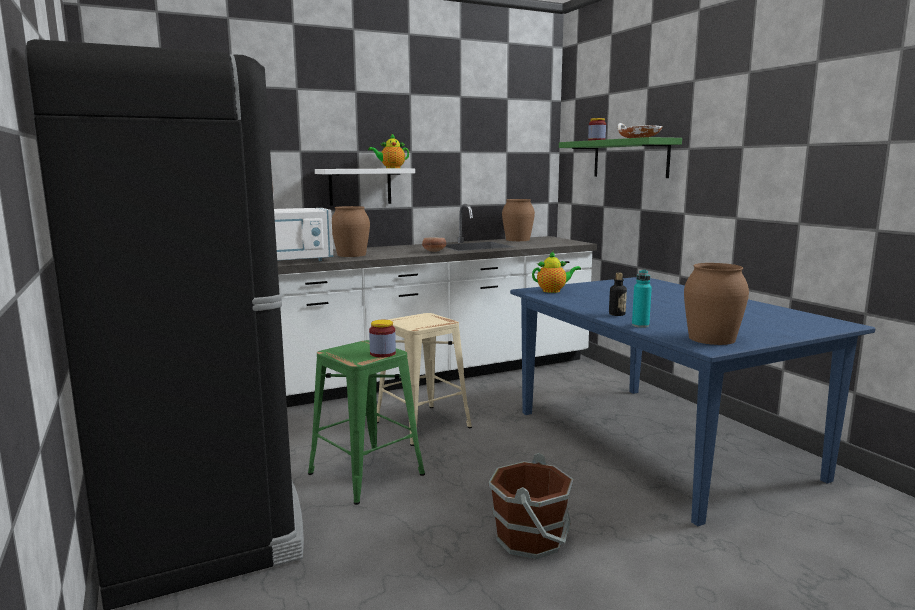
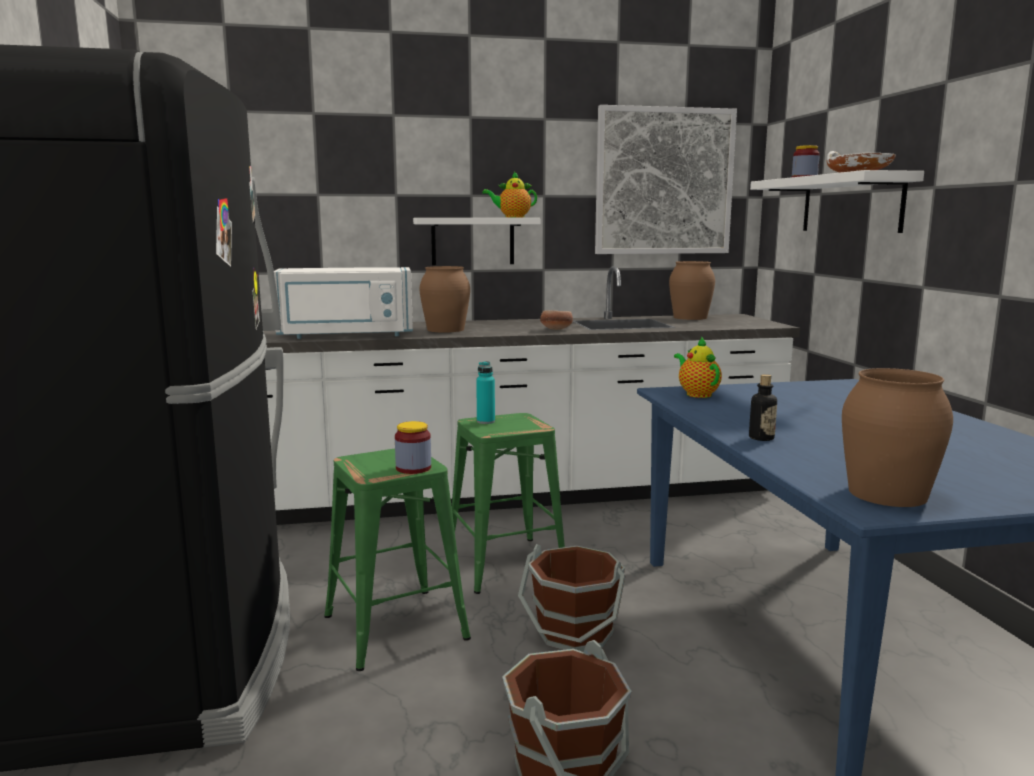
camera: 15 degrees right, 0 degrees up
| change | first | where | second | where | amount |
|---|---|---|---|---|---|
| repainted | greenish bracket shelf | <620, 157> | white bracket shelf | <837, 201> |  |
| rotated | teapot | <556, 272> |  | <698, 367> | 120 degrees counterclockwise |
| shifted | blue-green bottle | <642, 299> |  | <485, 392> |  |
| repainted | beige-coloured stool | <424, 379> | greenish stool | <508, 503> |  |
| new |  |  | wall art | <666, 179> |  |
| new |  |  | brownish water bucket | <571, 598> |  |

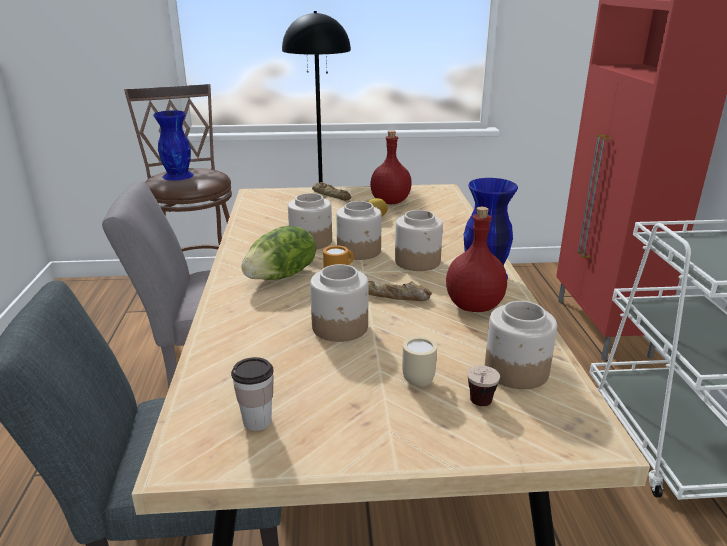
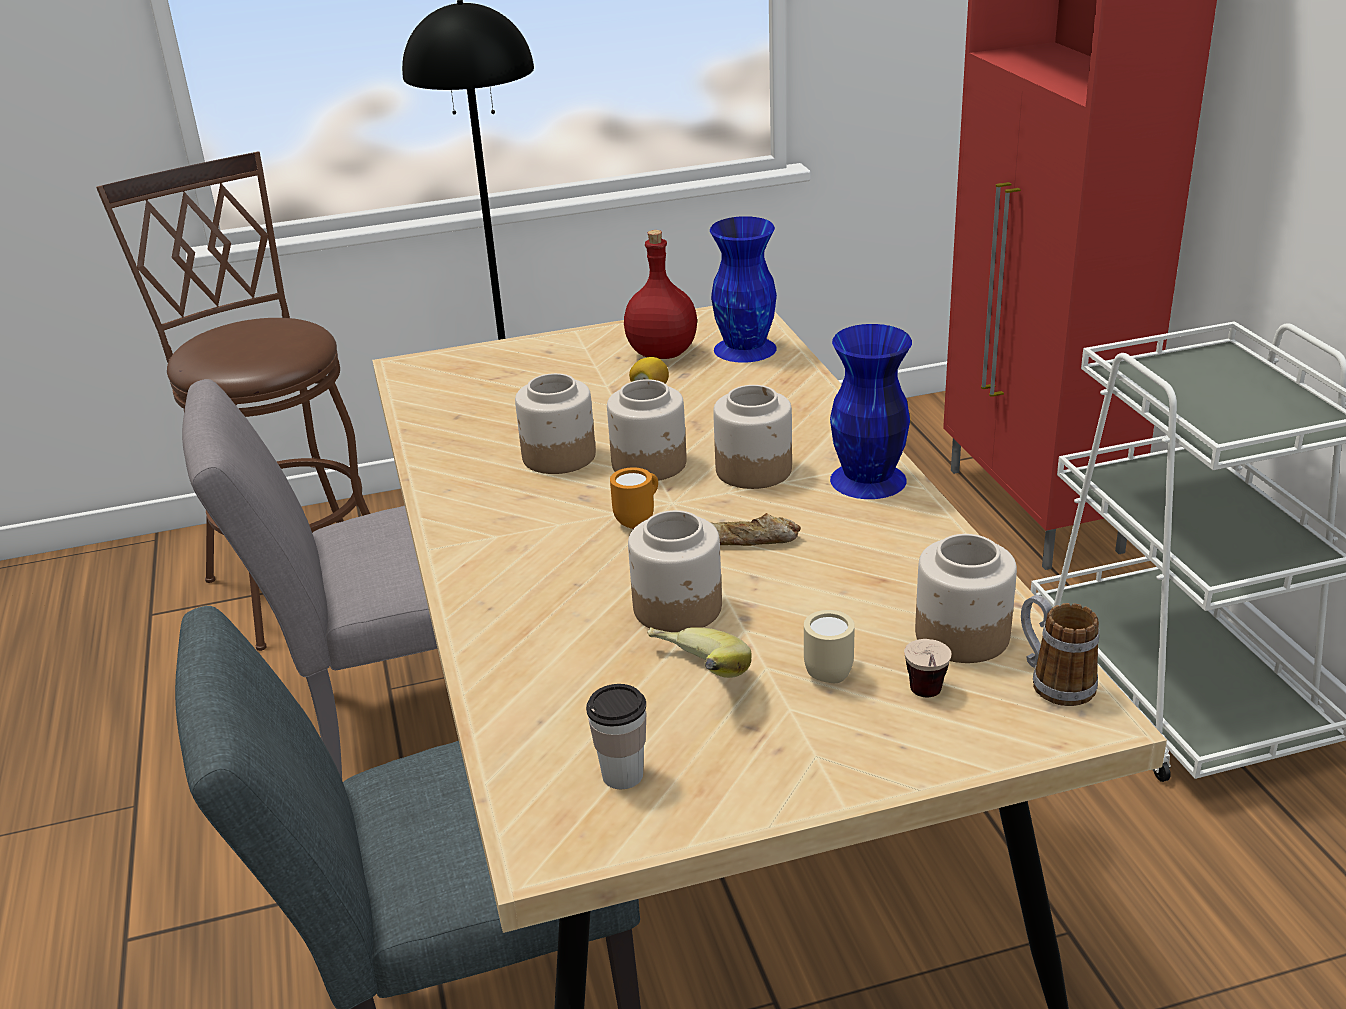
camera: 10 degrees left, 5 degrees up
| change | first | where | second | where | amount |
|---|---|---|---|---|---|
| shifted | bluish decorative vase | <173, 145> |  | <743, 289> |  |
| gone | baked bread | <331, 191> |  |  |  |
| gone | red bottle | <476, 259> |  |  |  |
| gone | lettuce head | <279, 253> |  |  |  |
| new |  |  | coffee mug | <1060, 650> |  |
| new |  |  | banana fruit | <699, 652> |  |

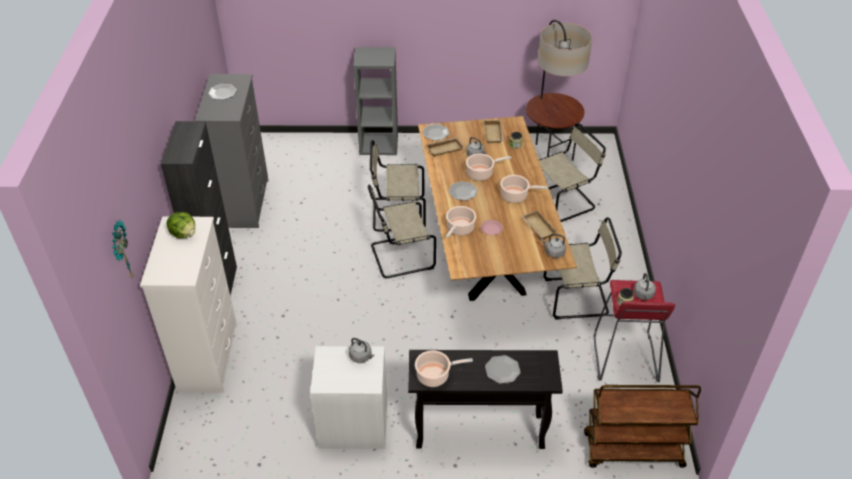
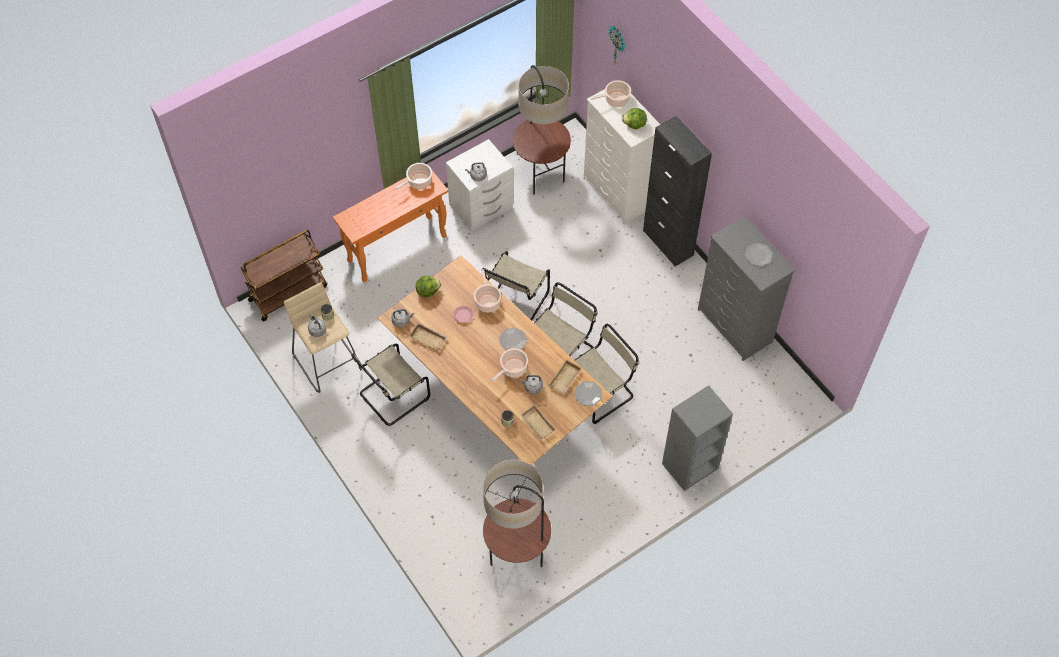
camera: 145 degrees right, 15 degrees up
| change | first | where | second | where | amount |
|---|---|---|---|---|---|
| shifted | beige-coloured chair | <572, 172> |  | <515, 286> |  |
| shifted | cooking pot | <524, 189> |  | <611, 93> |  |
| repainted | red stool | <634, 331> | beige-coloured stool | <323, 337> |  |
| repainted | blackish hall table | <485, 399> | orange hall table | <390, 226> |  |
| gone | dinner plate | <503, 369> |  |  |  |
| new |  |  | standing lamp | <542, 130> |  |
| new |  |  | lettuce head | <428, 286> |  |

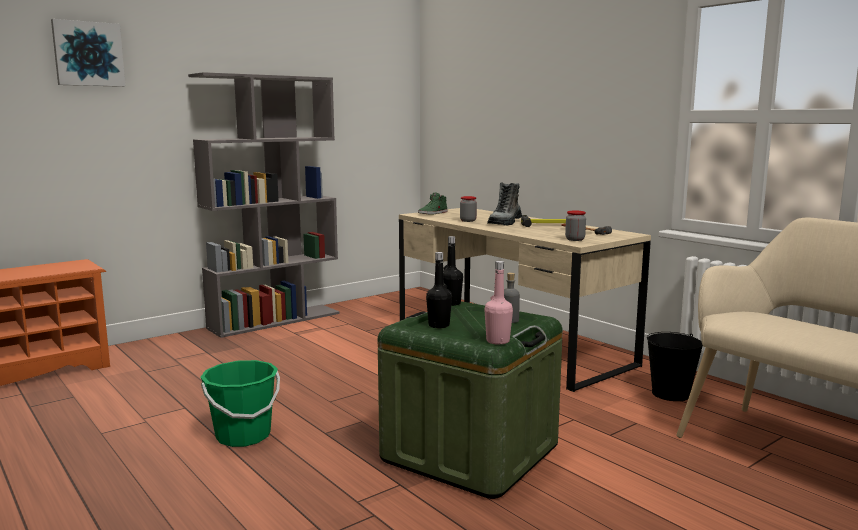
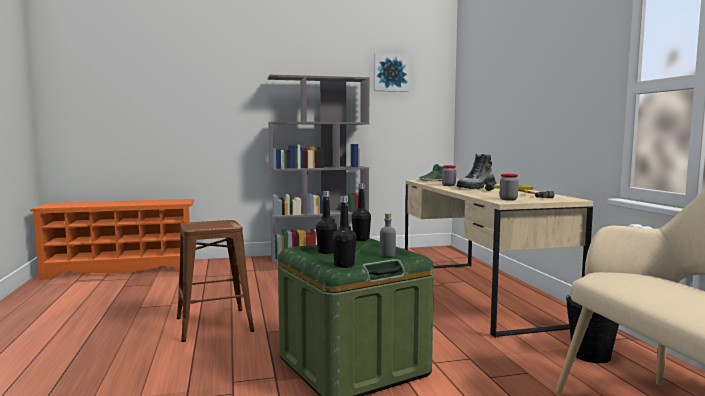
camera: 25 degrees right, 5 degrees down
| change | first | where | second | where | amount |
|---|---|---|---|---|---|
| shifted | wall art | <88, 53> |  | <392, 72> |  |
| repainted | pink bottle | <498, 303> | blackish bottle | <344, 232> |  |
| swapped | greenish water bucket | <240, 403> | brownish stool | <215, 281> |  |

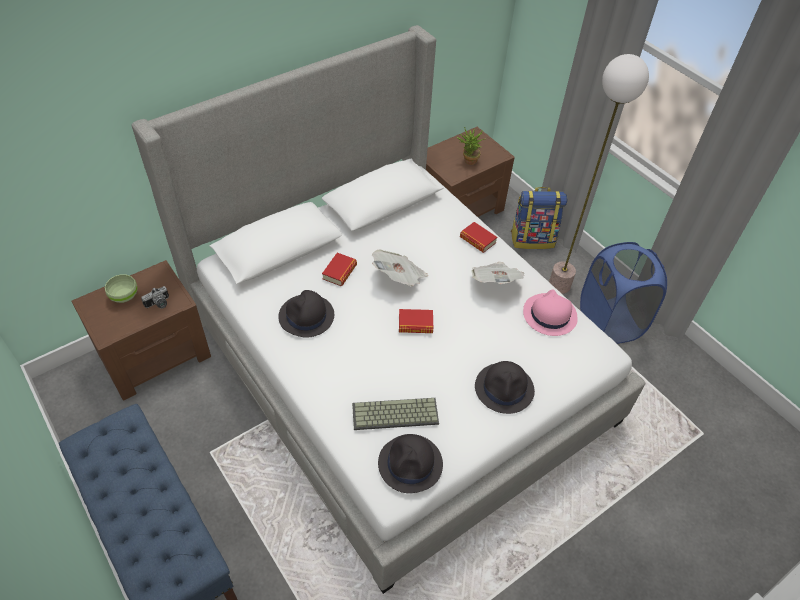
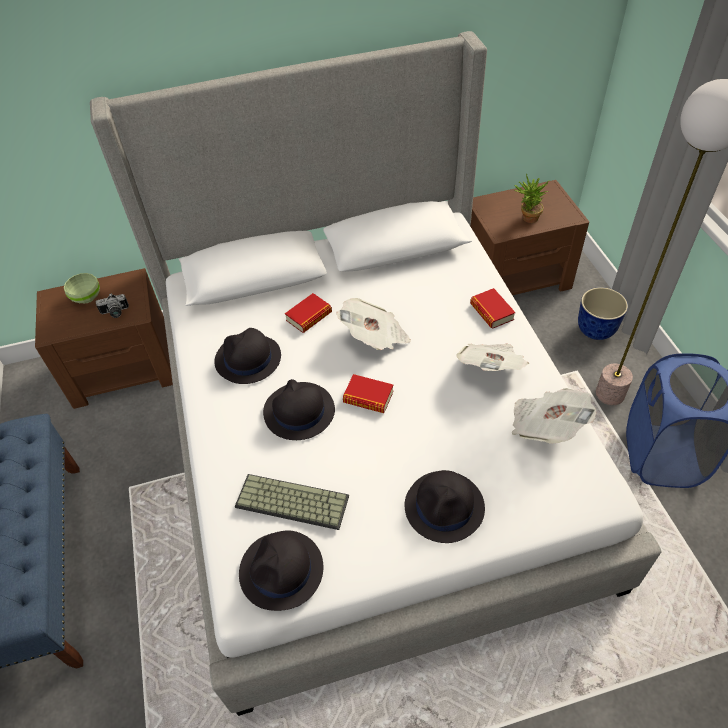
camera: 25 degrees right, 0 degrees up
| change | first | where | second | where | amount |
|---|---|---|---|---|---|
| swapped | knapsack | <539, 218> | plant pot | <603, 313> |  |
| swapped | pink wearable hat | <550, 313> | printed paper | <554, 415> |  |
| new |  |  | blackish wearable hat | <299, 409> |  |

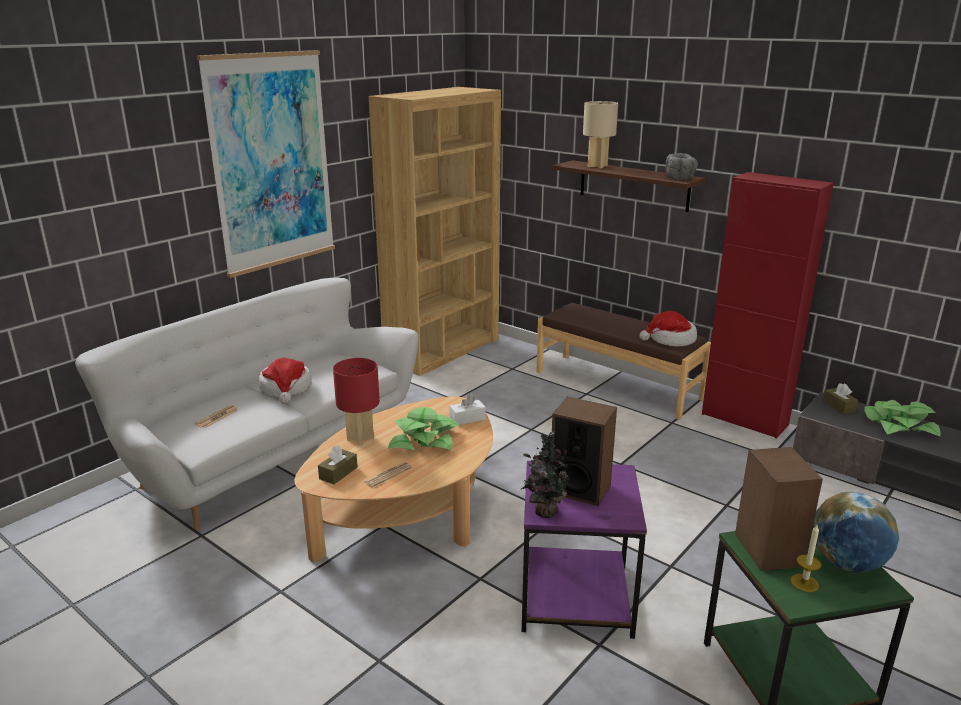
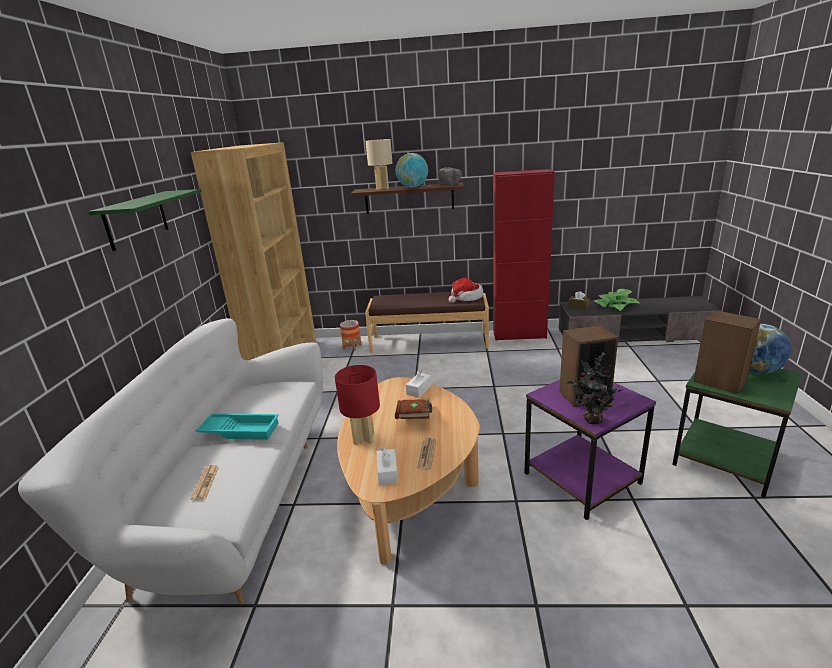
camera: 35 degrees left, 0 degrees up
| change | first | where | second | where | amount |
|---|---|---|---|---|---|
| swapped | wall art | <265, 164> | greenish bracket shelf | <145, 220> |  |
| swapped | wearable hat | <285, 381> | blue-green carrying tray | <237, 426> |  |
| swapped | potted plant | <424, 429> | brownish volume | <413, 408> |  |
| repainted | brownish tissue box | <338, 464> | white tissue box | <387, 466> |  |
| gone | wax light | <805, 558> |  |  |  |
| new |  |  | desk globe | <412, 170> |  |
| new |  |  | plant pot | <350, 335> |  |

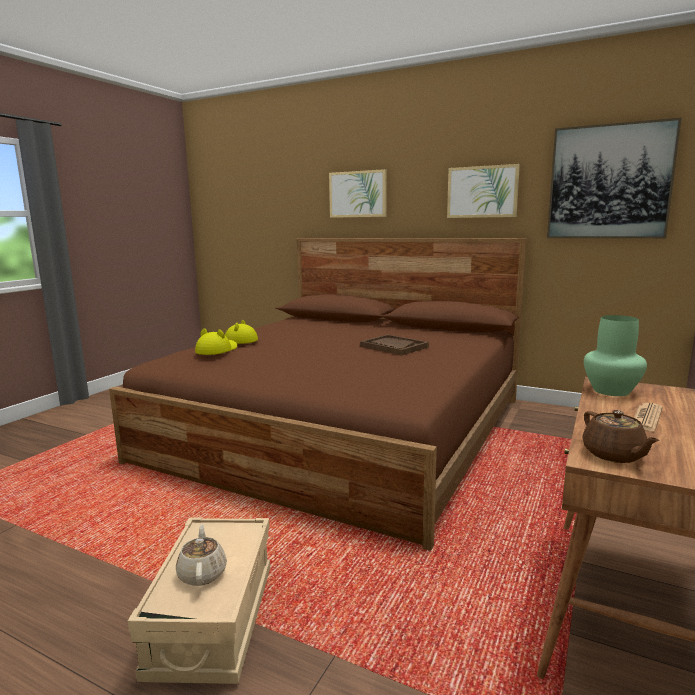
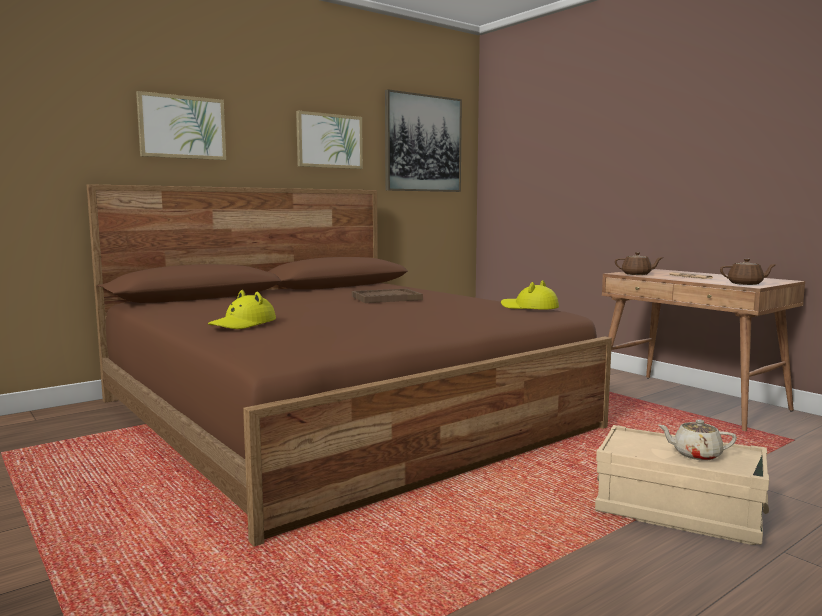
camera: 65 degrees left, 5 degrees down
| change | first | where | second | where | amount |
|---|---|---|---|---|---|
| swapped | greenish decorative vase | <615, 355> | brownish teapot | <639, 263> |  |
| shifted | yellowish wearable hat | <216, 341> |  | <530, 294> |  |

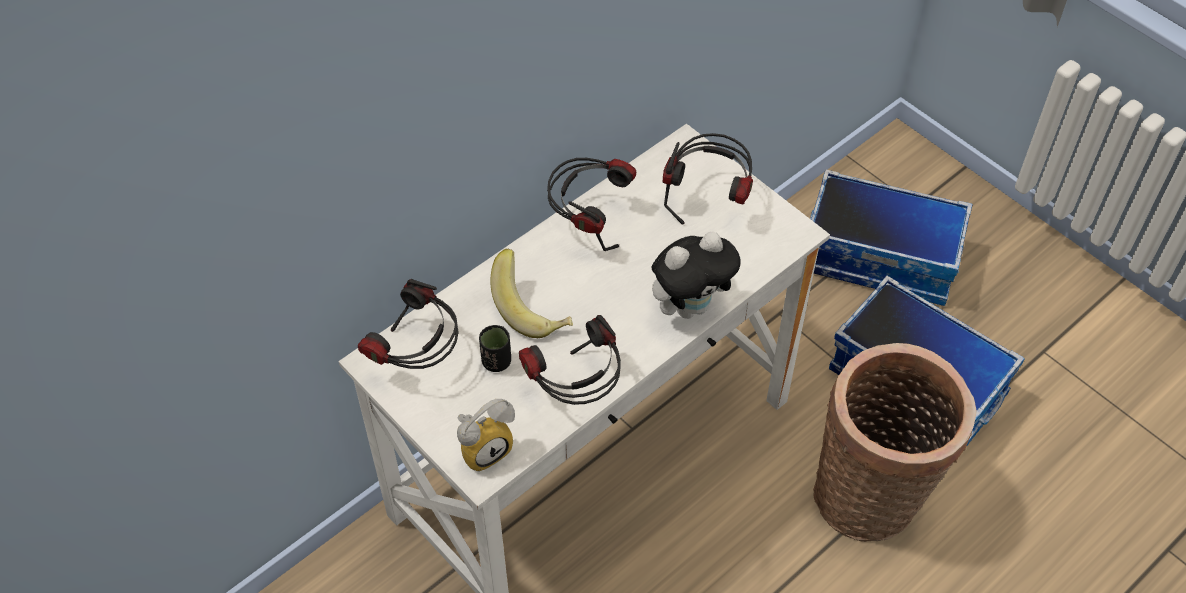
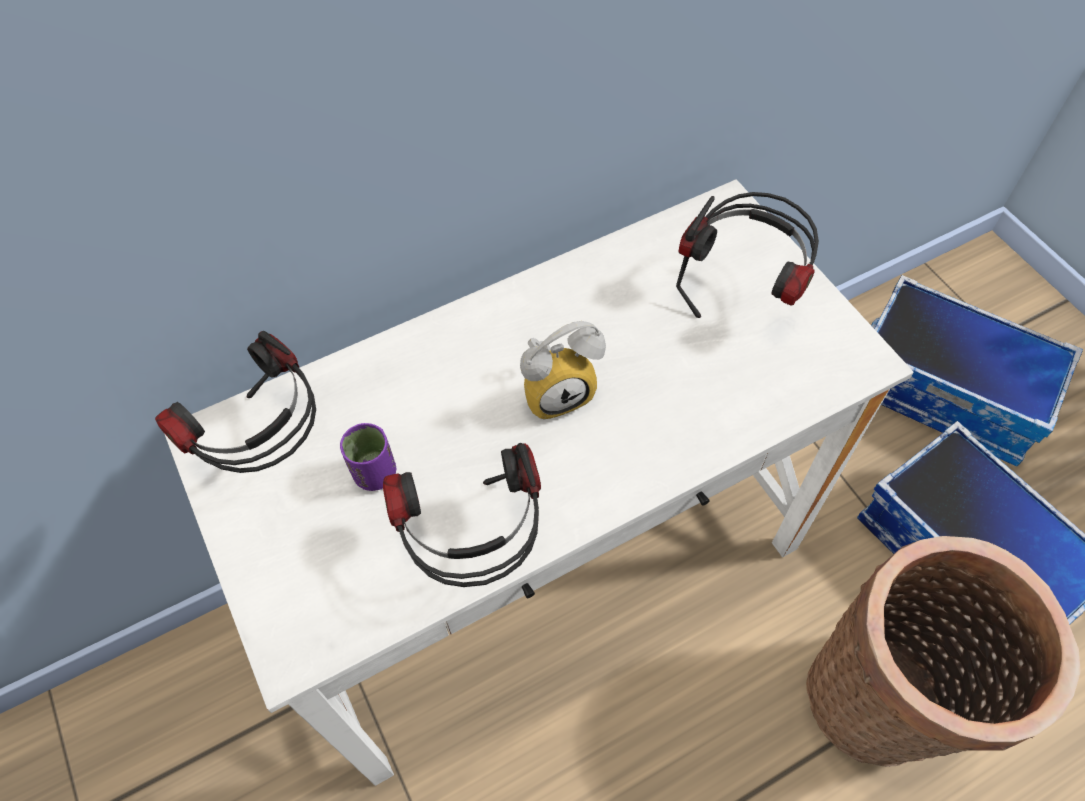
camera: 15 degrees right, 5 degrees up
| change | first | where | second | where | amount |
|---|---|---|---|---|---|
| gone | pair of headphones | <591, 204> |  |  |  |
| gone | soft toy | <696, 275> |  |  |  |
| gone | banana fruit | <531, 293> |  |  |  |
| repainted | blackish drinking cup | <495, 348> | purple-coloured drinking cup | <368, 457> |  |
| shifted | bedside clock | <486, 435> |  | <563, 370> |  |

